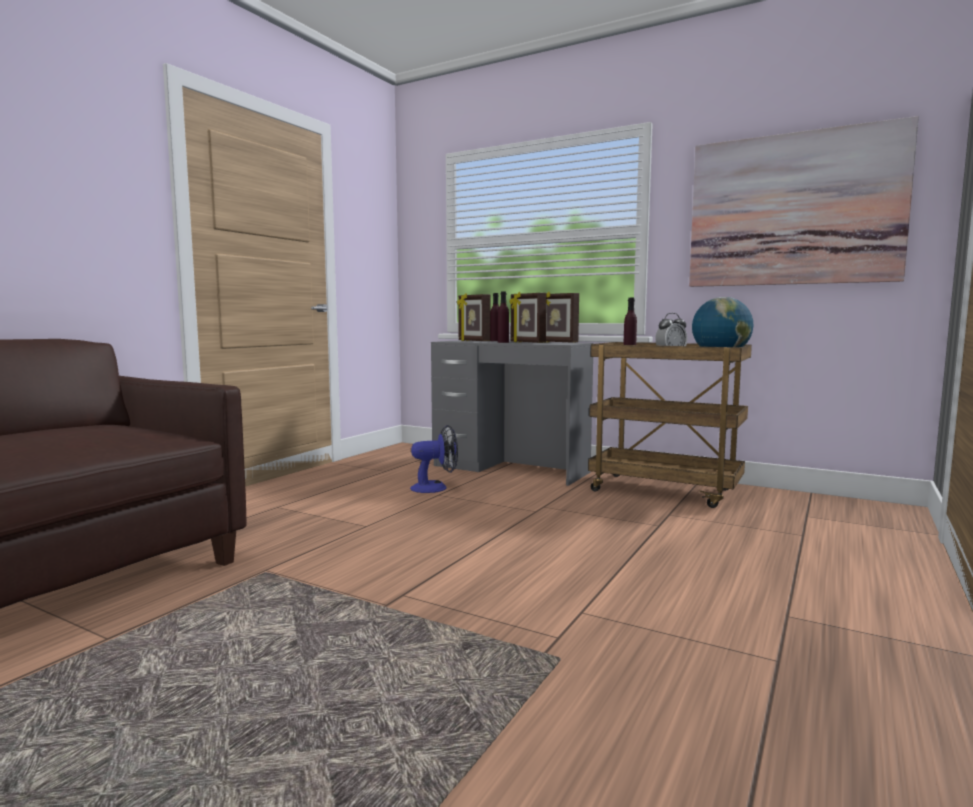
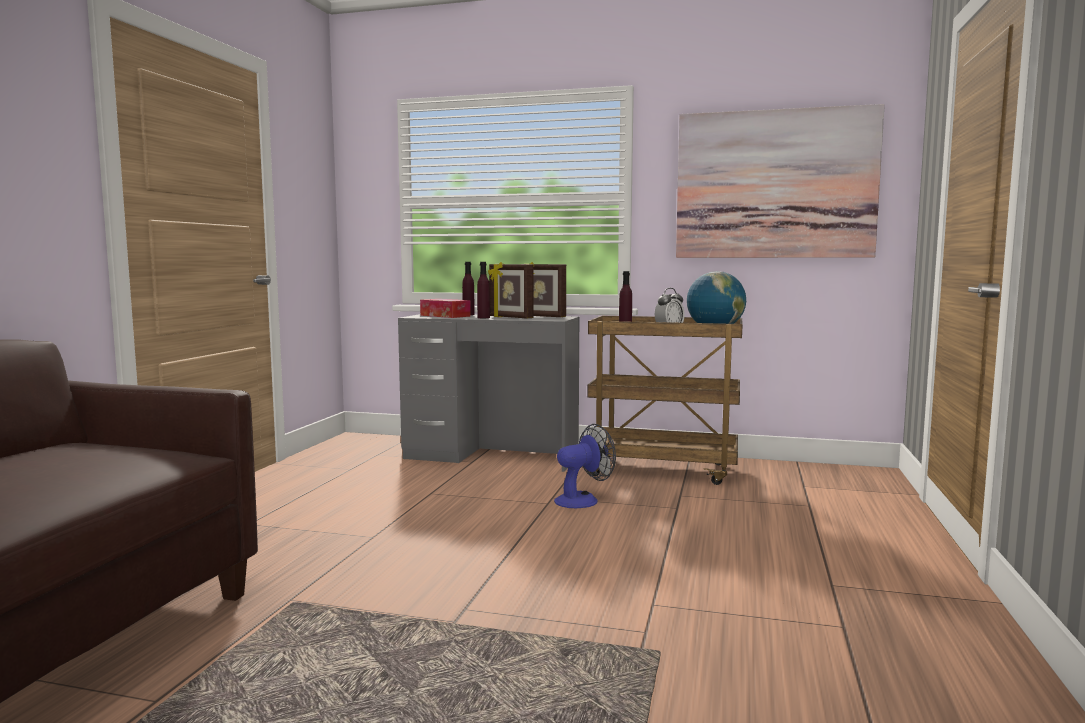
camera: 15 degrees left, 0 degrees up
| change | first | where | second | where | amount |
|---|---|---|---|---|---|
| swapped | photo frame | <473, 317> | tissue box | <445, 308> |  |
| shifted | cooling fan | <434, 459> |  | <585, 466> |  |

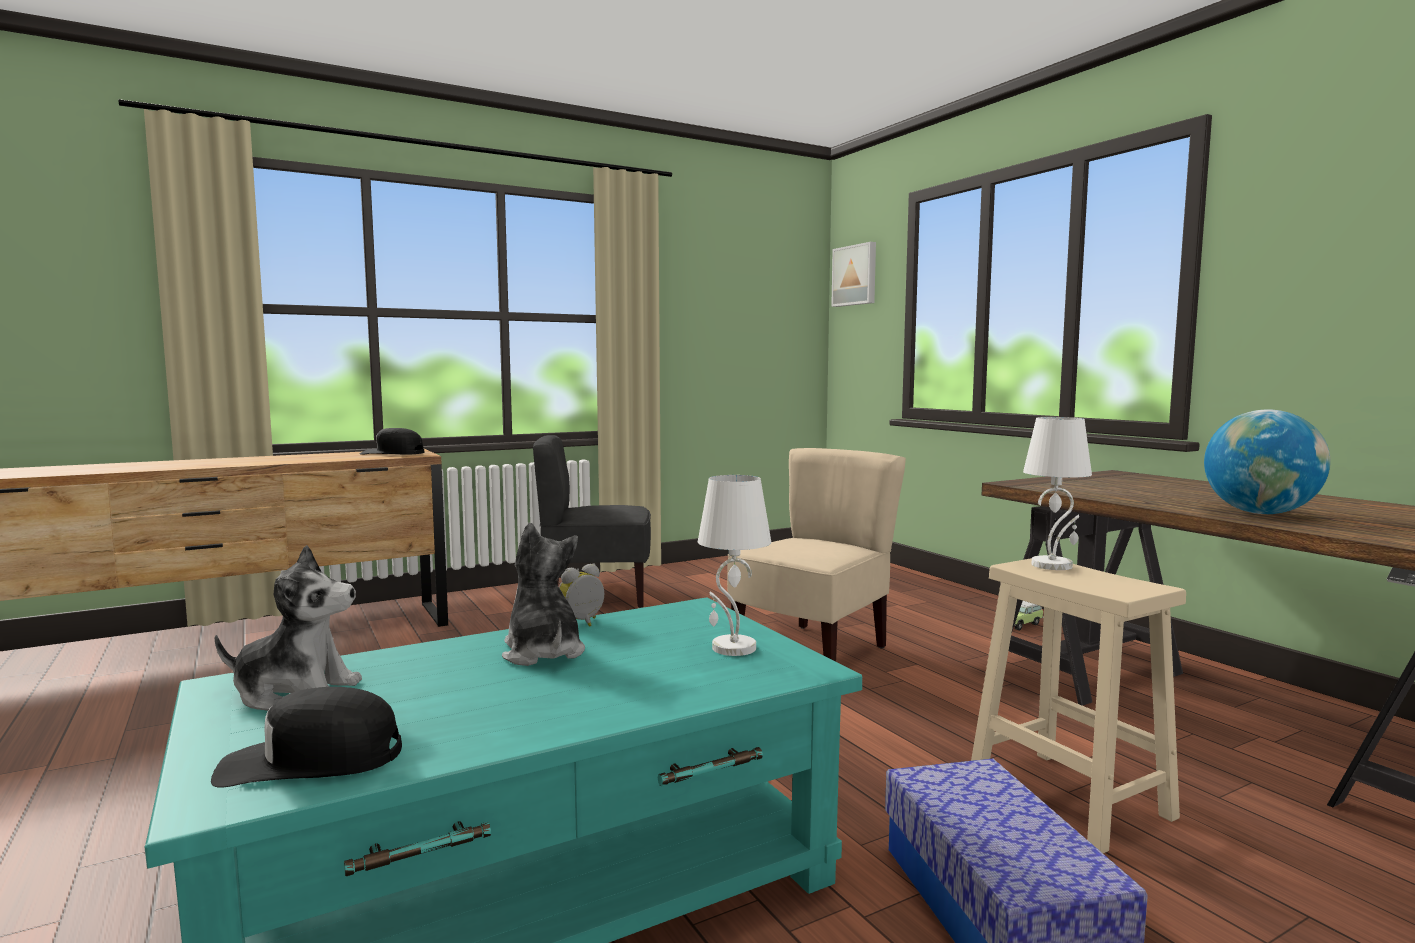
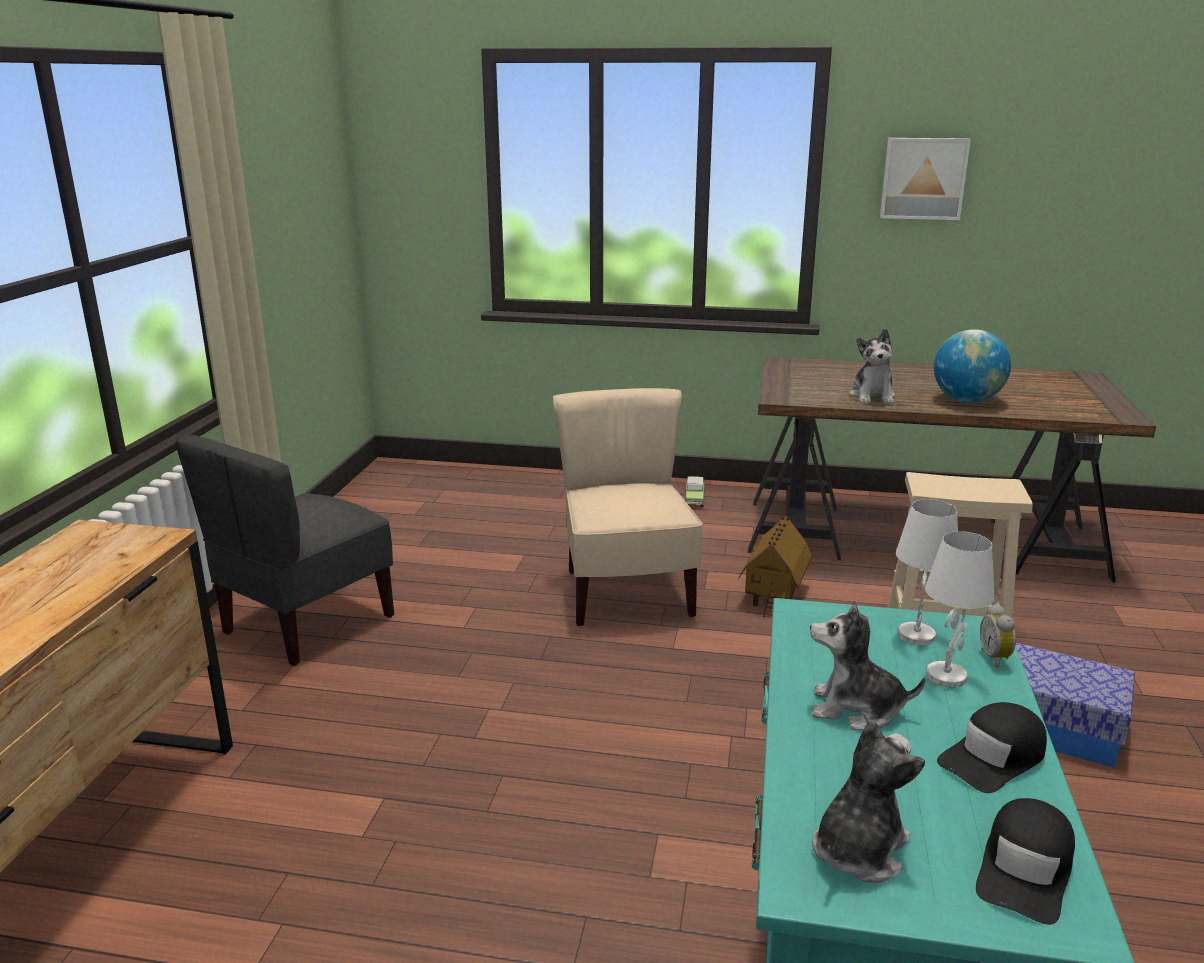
camera: 50 degrees left, 15 degrees up
| change | first | where | second | where | amount |
|---|---|---|---|---|---|
| shifted | wall art | <853, 274> |  | <925, 179> |  |
| shifted | white table lamp | <1057, 493> |  | <960, 609> |  |
| shifted | blackish baseball cap | <392, 441> |  | <992, 747> |  |
| shifted | bedside clock | <581, 595> |  | <998, 636> |  |
| new |  |  | soft toy | <872, 366> |  |
| new |  |  | toy house | <775, 566> |  |

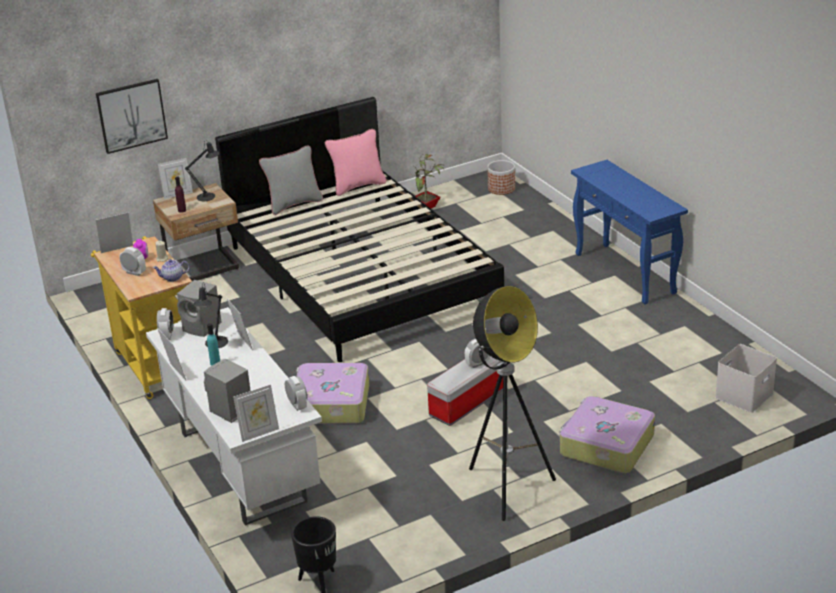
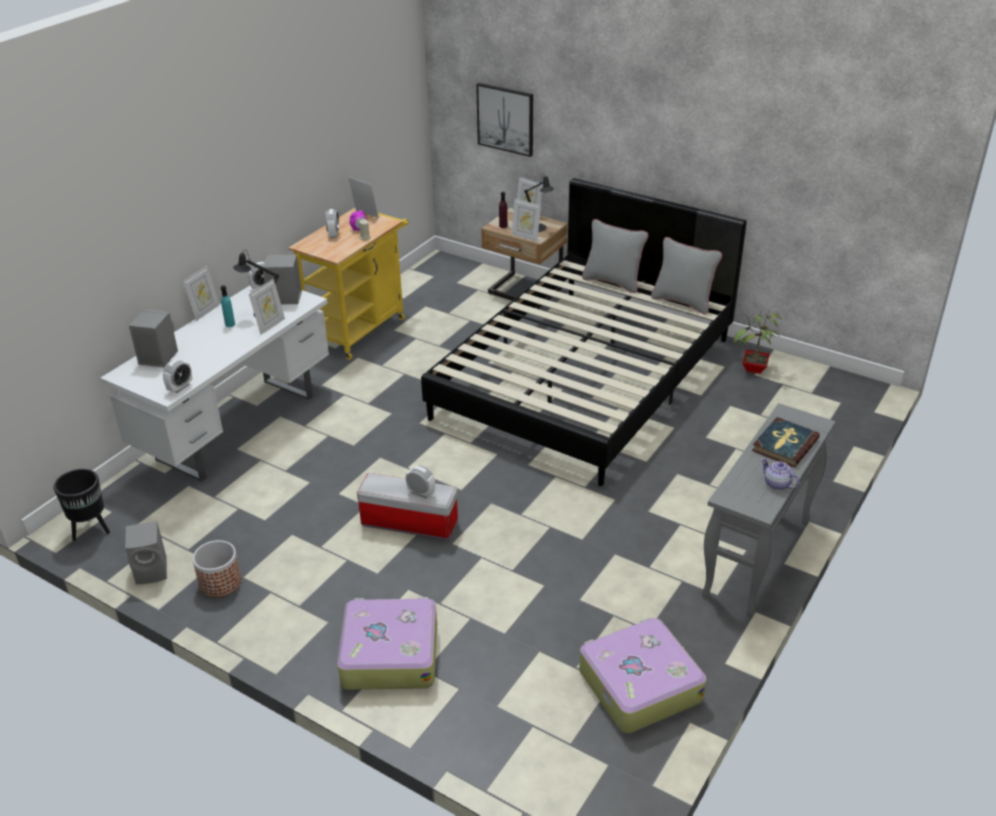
camera: 60 degrees right, 5 degrees up
| change | first | where | second | where | amount |
|---|---|---|---|---|---|
| repainted | pink throw pillow | <355, 162> | gray throw pillow | <686, 275> |  |
| shifted | plant pot | <501, 177> |  | <216, 568> |  |
| repainted | bluish hall table | <629, 232> | gray hall table | <769, 509> |  |
| shifted | teapot | <171, 270> |  | <780, 474> |  |
| gone | standing lamp | <512, 403> |  |  |  |
| gone | white storage bin | <746, 378> |  |  |  |
| shifted | suitcase | <332, 393> |  | <642, 675> |  |
| shifted | photo frame | <256, 413> |  | <526, 220> |  |
| new |  |  | volume | <786, 442> |  |
| new |  |  | gray speaker | <146, 553> |  |

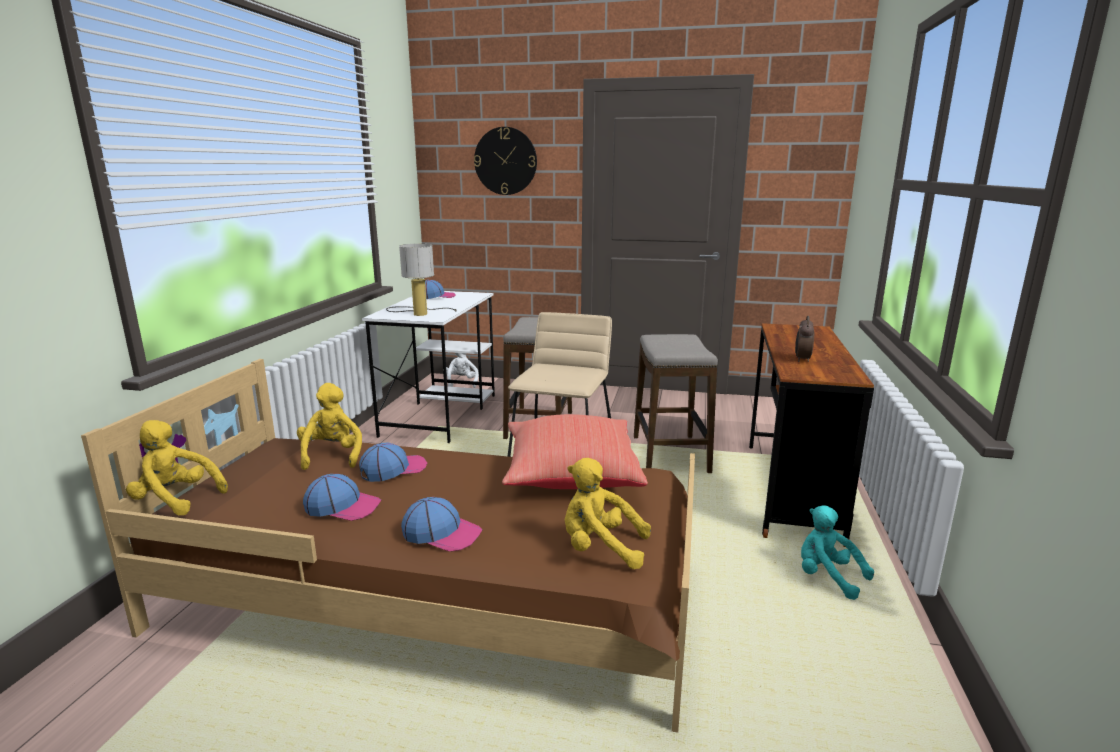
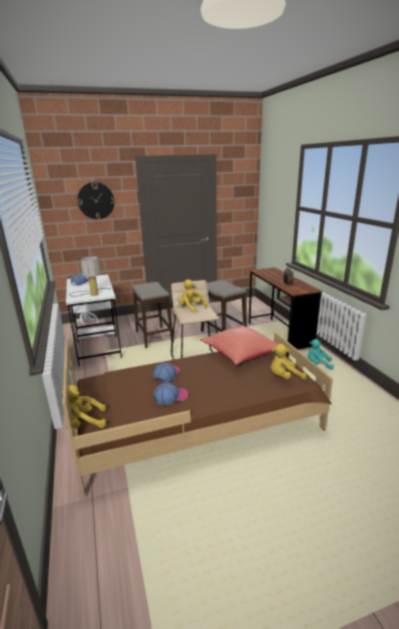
camera: 30 degrees left, 5 degrees up
| change | first | where | second | where | amount |
|---|---|---|---|---|---|
| shifted | yellowish soft toy | <329, 426> |  | <193, 296> |  |
| gone | baseball cap | <442, 524> |  |  |  |

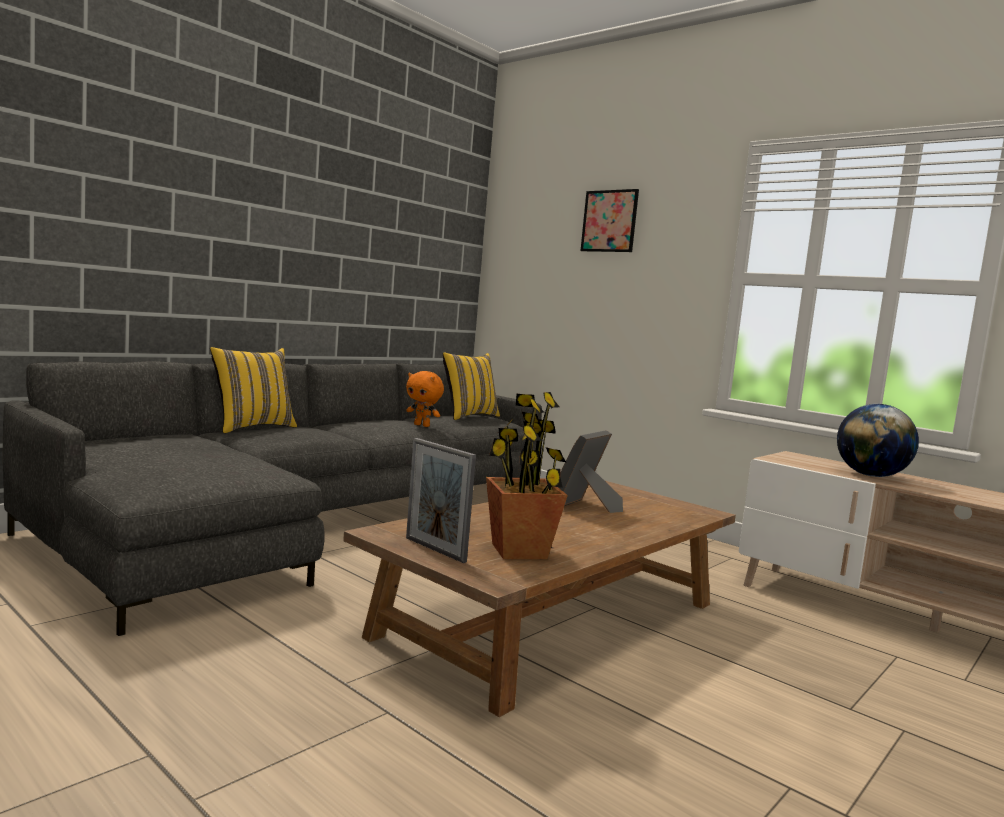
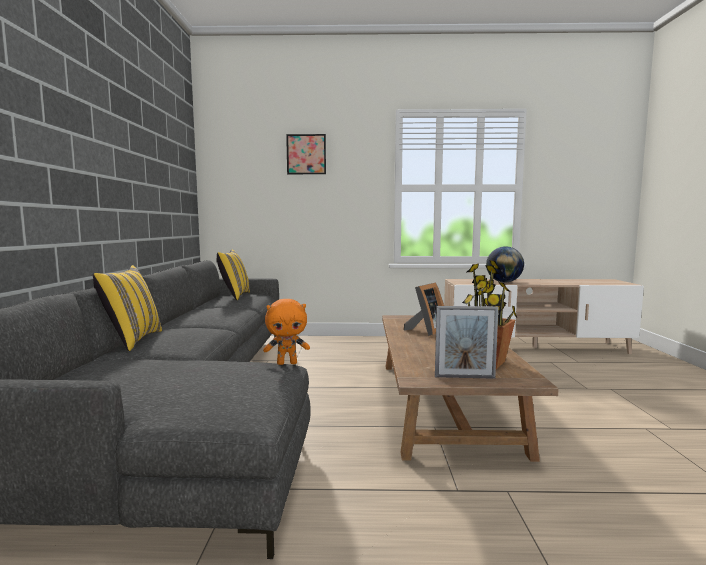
camera: 40 degrees left, 0 degrees up
| change | first | where | second | where | amount |
|---|---|---|---|---|---|
| shifted | orange soft toy | <425, 399> |  | <286, 332> |  |
| rotated | photo frame | <590, 471> |  | <424, 309> | 135 degrees counterclockwise |

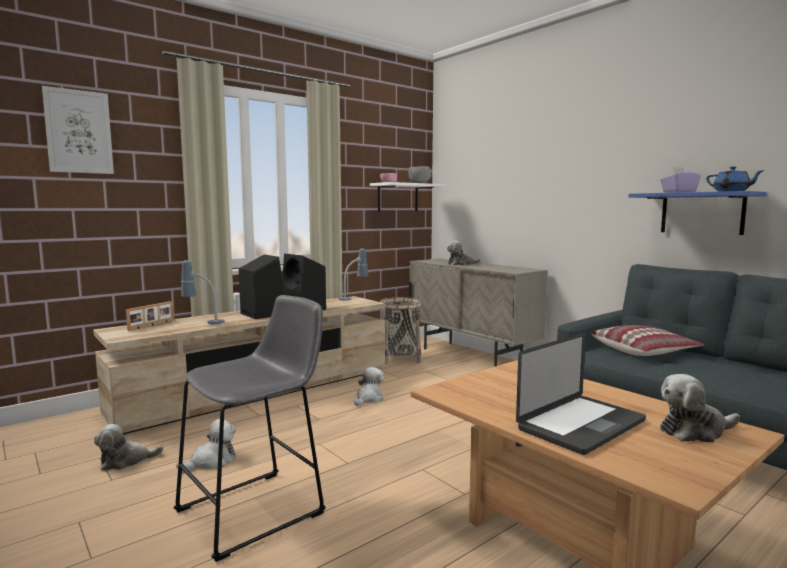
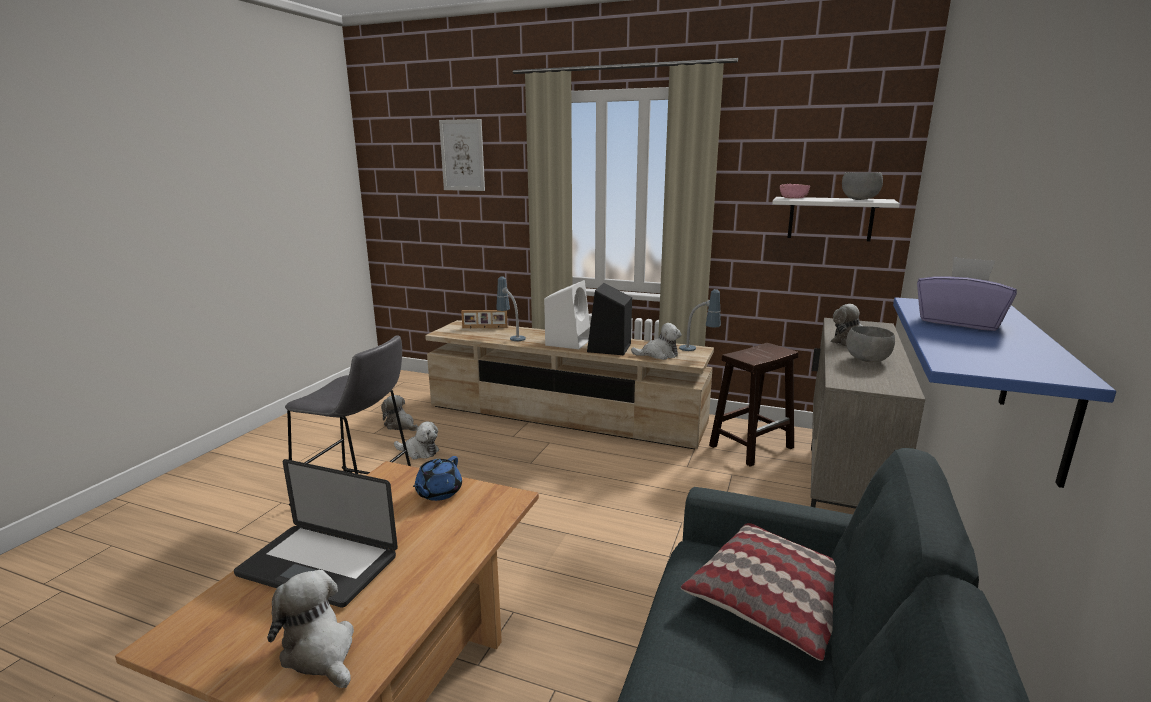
camera: 60 degrees right, 10 degrees up
| change | first | where | second | where | amount |
|---|---|---|---|---|---|
| shifted | bluish teapot | <735, 179> |  | <437, 478> |  |
| repainted | blackish speaker | <262, 286> | white speaker | <567, 314> |  |
| swapped | household basket | <400, 330> | brownish stool | <753, 405> |  |
| shifted | soft toy | <369, 386> |  | <656, 341> |  |
| new |  |  | gray bowl | <870, 344> |  |

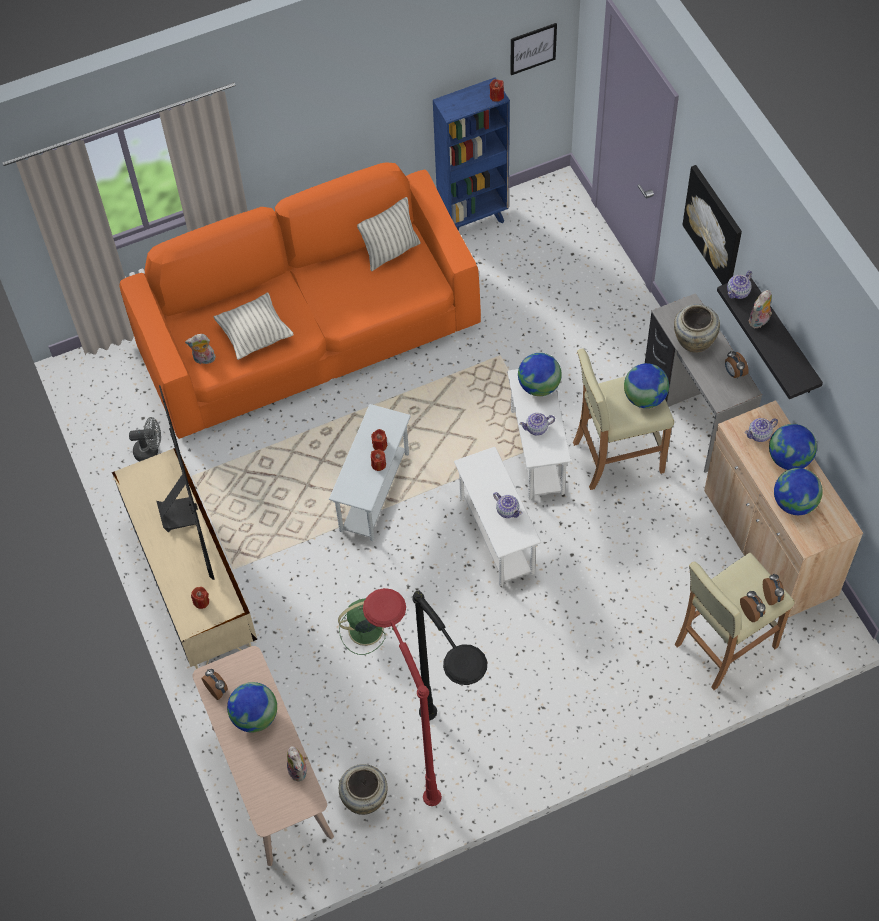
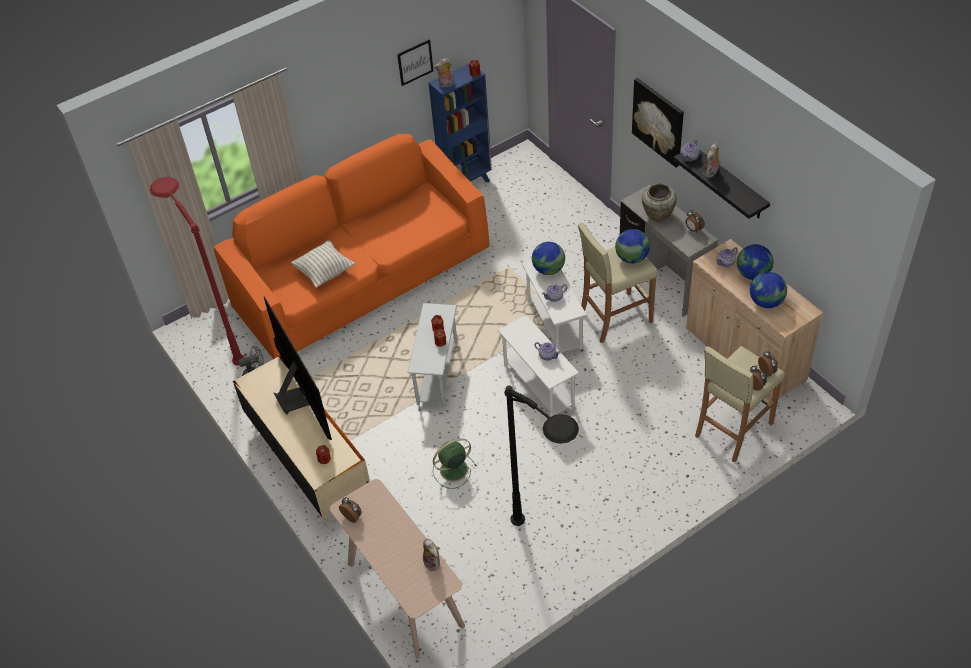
camera: 10 degrees left, 10 degrees down
| change | first | where | second | where | amount |
|---|---|---|---|---|---|
| shifted | wall art | <533, 49> |  | <415, 62> |  |
| gone | throw pillow | <389, 234> |  |  |  |
| shifted | soft toy | <200, 349> |  | <444, 72> |  |
| shifted | red standing lamp | <402, 697> |  | <197, 271> |  |
| gone | desk globe | <252, 707> |  |  |  |
| gone | beige-coloured decorative vase | <363, 789> |  |  |  |

